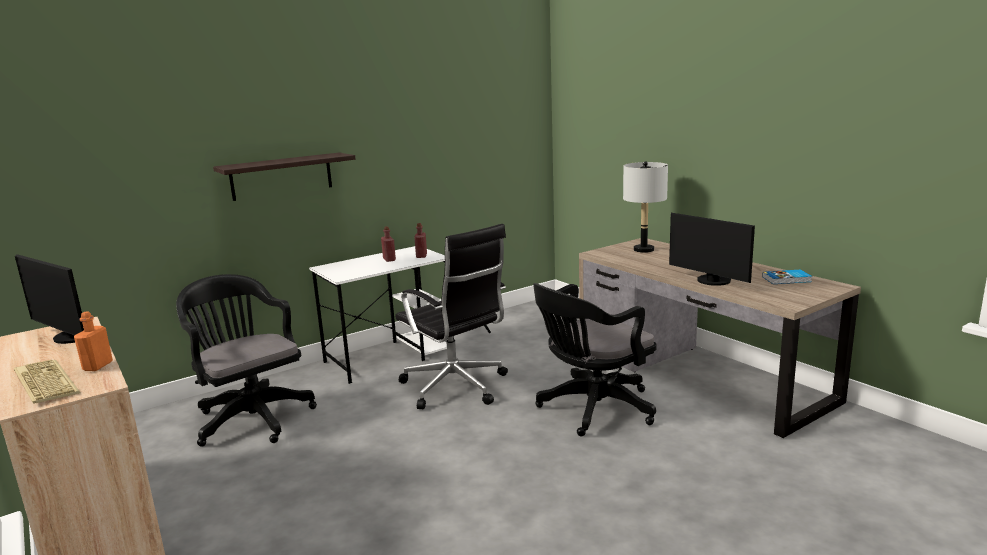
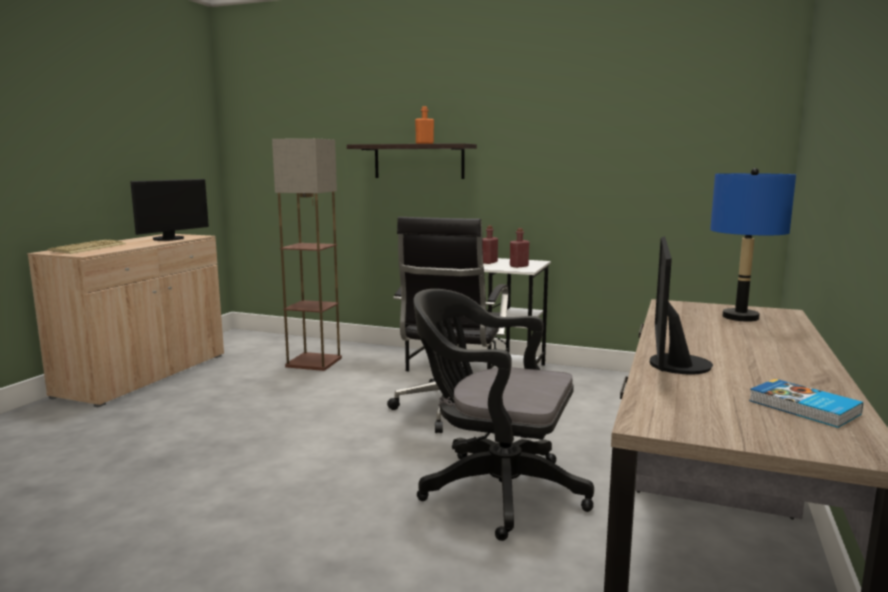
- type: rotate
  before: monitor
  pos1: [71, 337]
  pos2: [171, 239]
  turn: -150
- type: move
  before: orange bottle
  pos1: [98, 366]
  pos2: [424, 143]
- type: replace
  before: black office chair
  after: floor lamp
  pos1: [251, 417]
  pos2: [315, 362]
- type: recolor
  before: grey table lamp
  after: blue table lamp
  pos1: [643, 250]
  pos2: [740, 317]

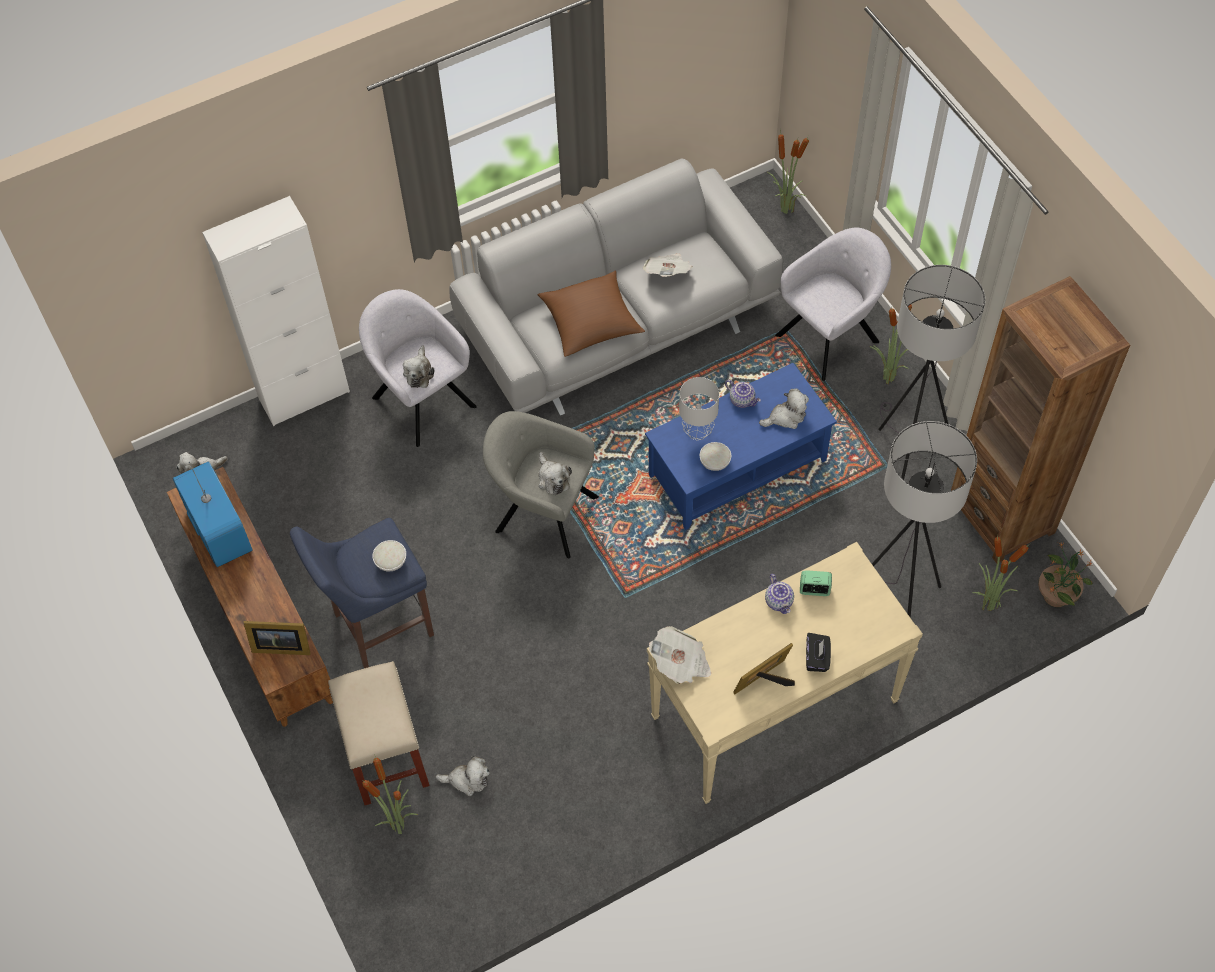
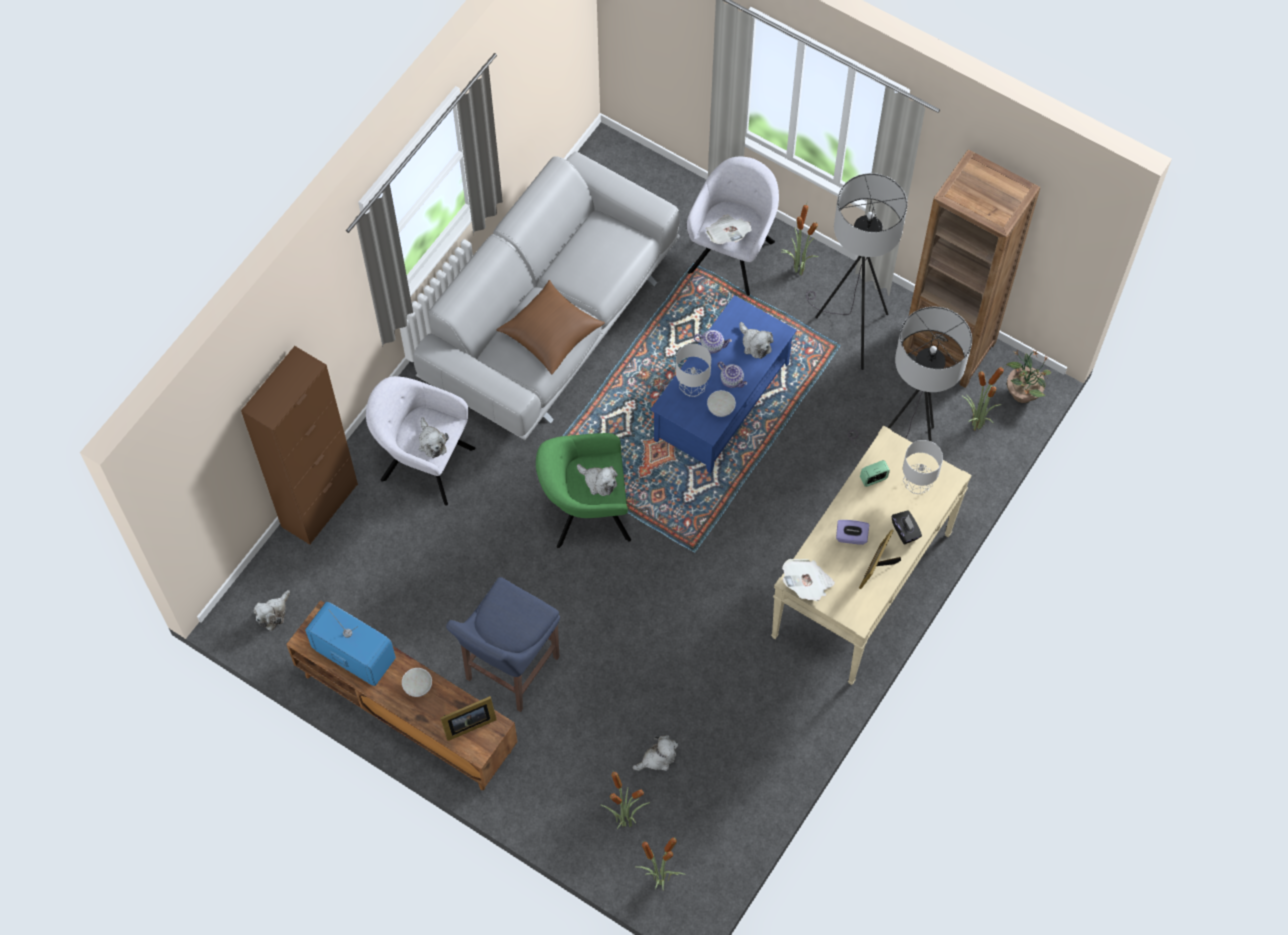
- type: recolor
  before: white cabinet
  after: brown cabinet
  pos1: [304, 395]
  pos2: [319, 505]
- type: delete
  before: beige stool
  pos1: [385, 754]
- type: move
  before: white bowl
  pos1: [391, 561]
  pos2: [417, 686]
- type: recolor
  before: grey armchair
  after: green armchair
  pos1: [542, 512]
  pos2: [586, 512]
- type: move
  before: newspaper
  pos1: [668, 273]
  pos2: [728, 235]
- type: rotate
  before: plush toy
  pos1: [786, 417]
  pos2: [755, 344]
  turn: 105
- type: move
  before: teapot
  pos1: [779, 601]
  pos2: [732, 380]
- type: move
  before: potted plant
  pos1: [785, 210]
  pos2: [660, 881]
- type: insert
  after: purple tissue box
  pos2: [851, 537]
- type: insert
  after: grey table lamp
  pos2: [917, 486]

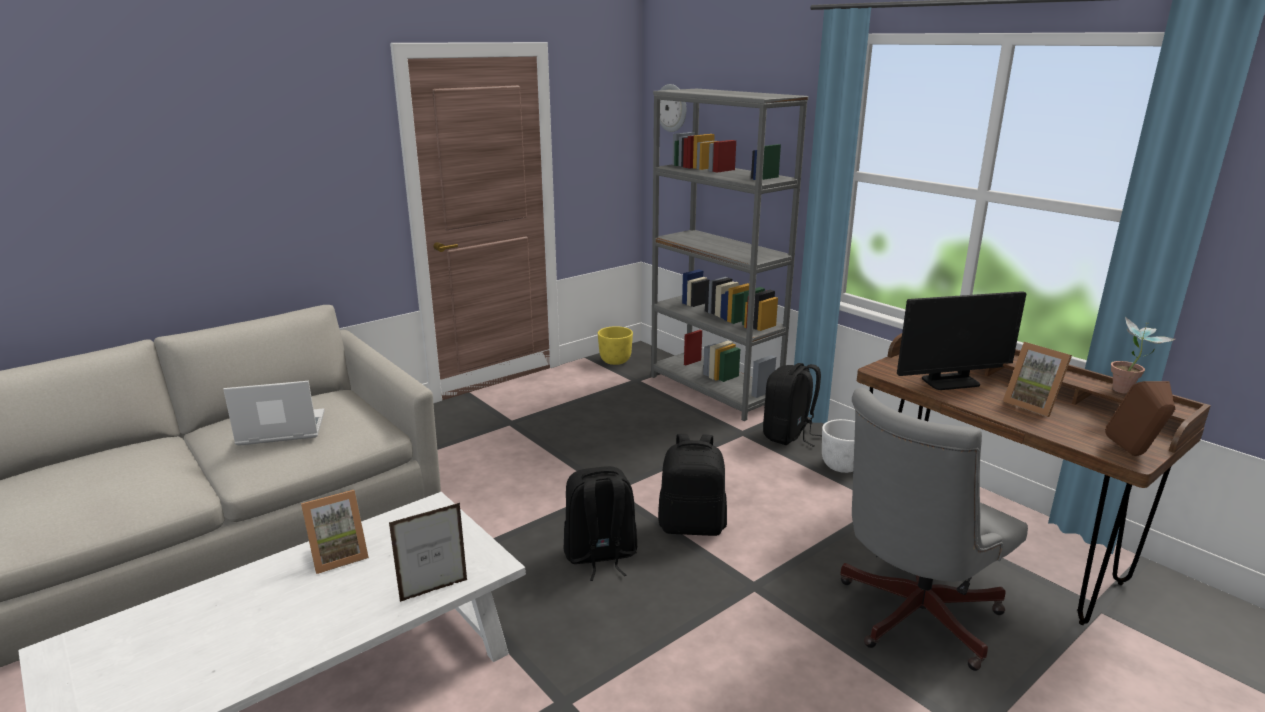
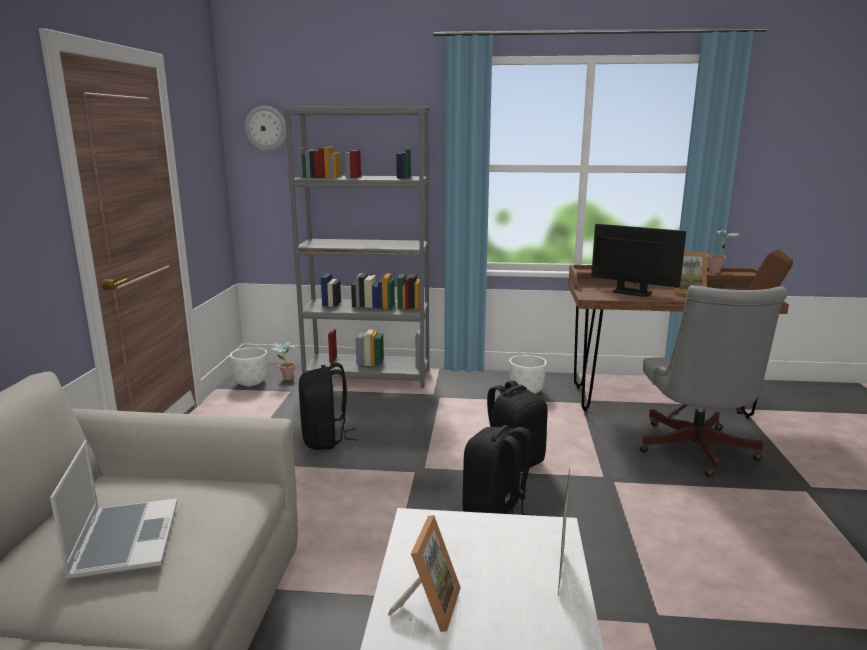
- type: rotate
  before: laptop
  pos1: [280, 430]
  pos2: [124, 539]
  turn: 135
- type: recolor
  before: yellow planter
  after: white planter
  pos1: [615, 361]
  pos2: [250, 382]
- type: move
  before: black backpack
  pos1: [789, 435]
  pos2: [325, 439]
- type: rotate
  before: monitor
  pos1: [950, 381]
  pos2: [632, 292]
  turn: -90
- type: insert
  after: potted plant
  pos2: [285, 379]

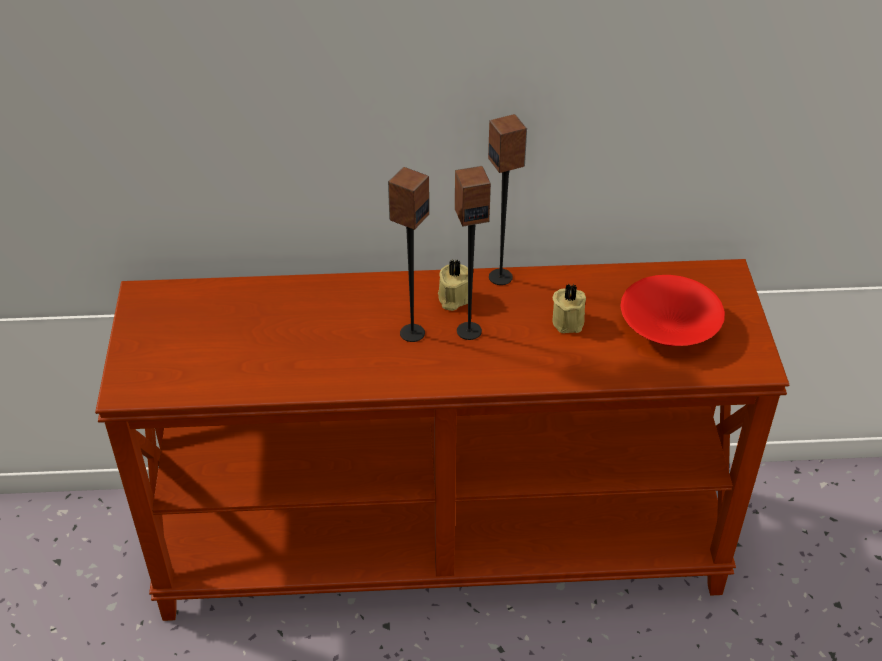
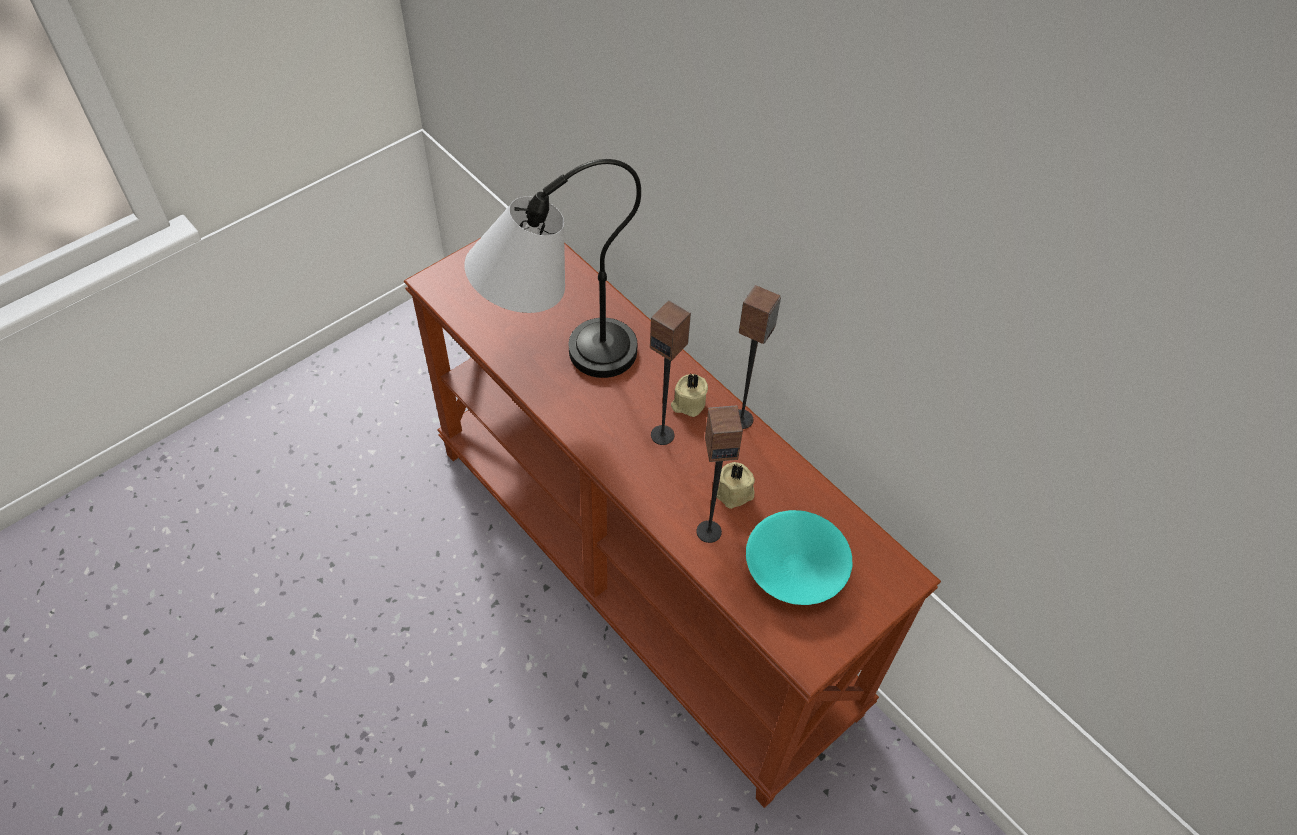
- type: move
  before: speaker
  pos1: [412, 333]
  pos2: [709, 531]
- type: recolor
  before: red bowl
  after: turquoise bowl
  pos1: [669, 327]
  pos2: [794, 569]
- type: insert
  after: table lamp
  pos2: [556, 359]

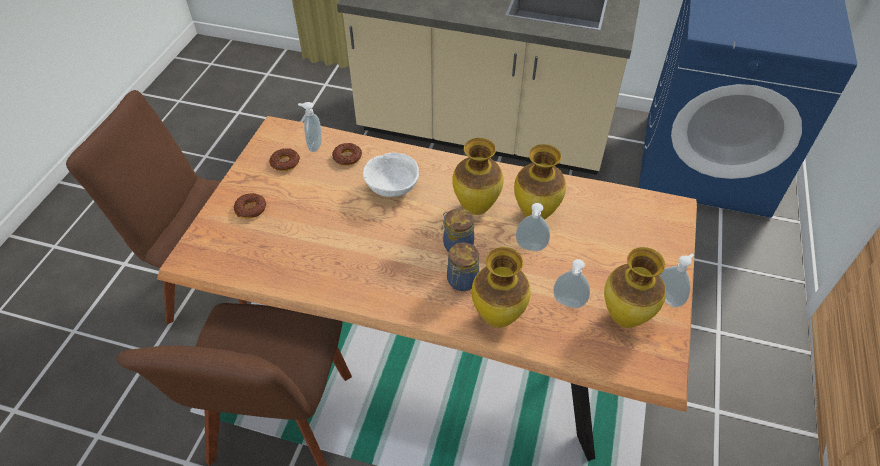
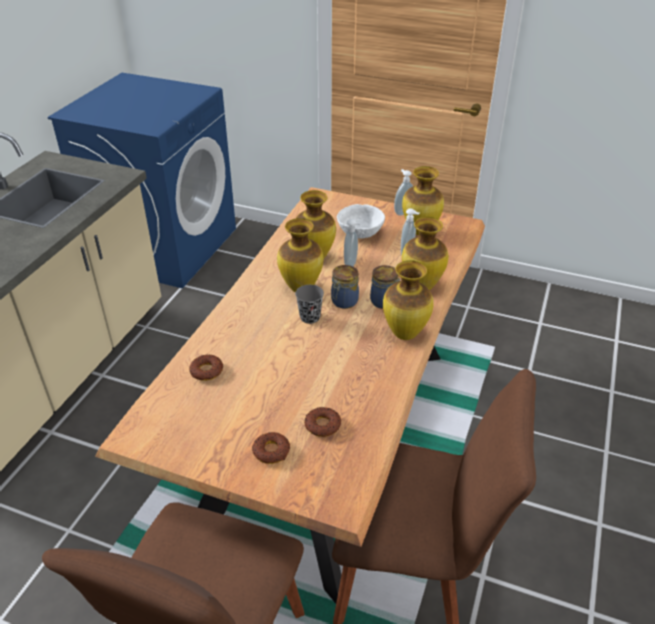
- type: move
  before: donut
  pos1: [285, 162]
  pos2: [322, 425]
- type: delete
  before: soap dispenser
  pos1: [314, 146]
- type: move
  before: white bowl
  pos1: [392, 189]
  pos2: [360, 234]
- type: insert
  after: grey cup
  pos2: [310, 317]
- type: insert
  after: vase
  pos2: [405, 334]

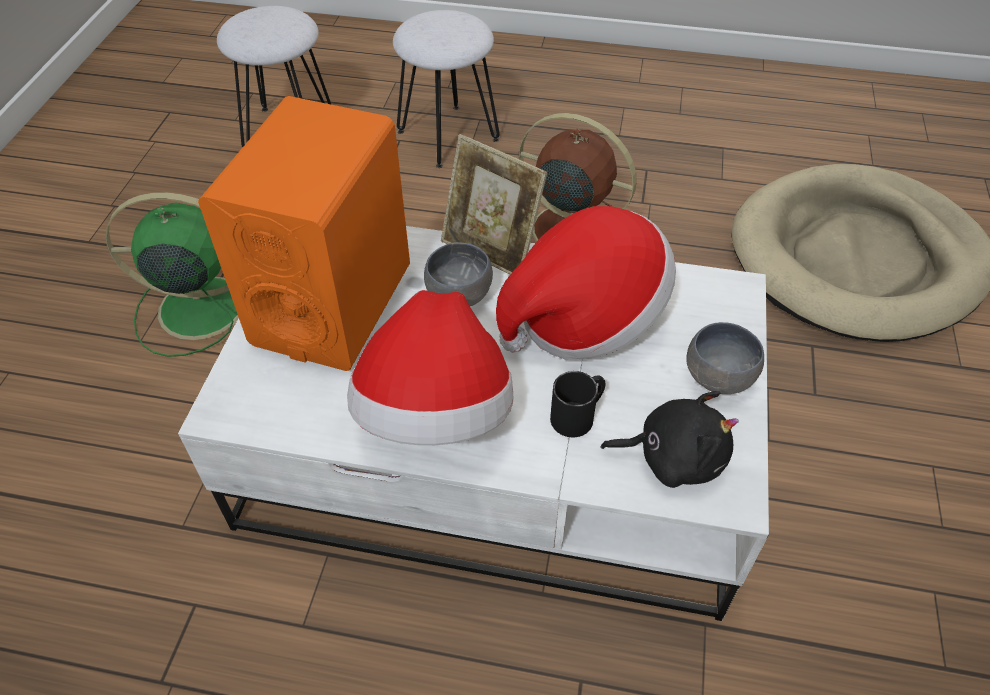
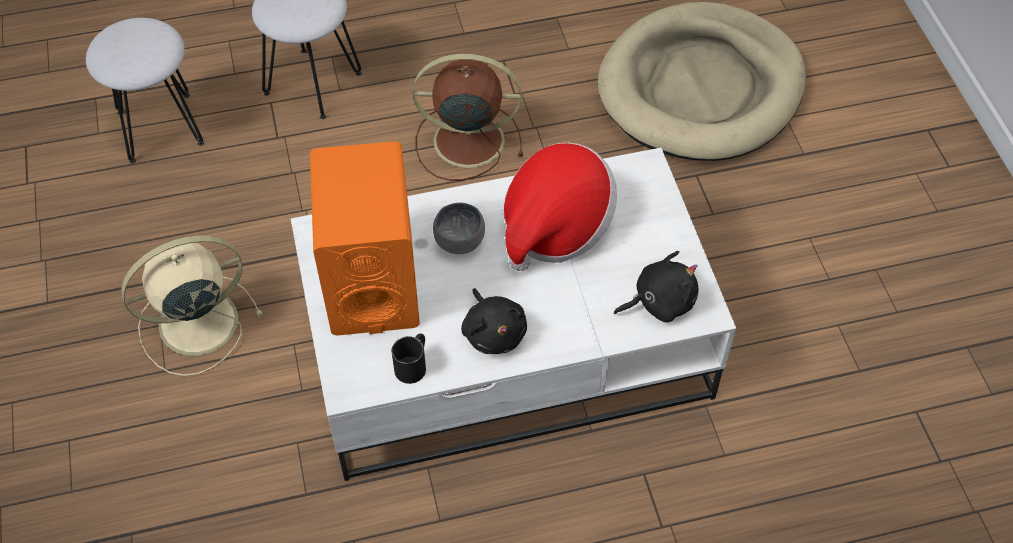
- type: recolor
  before: green fan
  after: beige fan
  pos1: [198, 308]
  pos2: [194, 324]
- type: replace
  before: hat
  after: black plush toy
  pos1: [435, 412]
  pos2: [494, 332]
- type: delete
  before: picture frame
  pos1: [491, 250]
- type: move
  before: black mug
  pos1: [578, 414]
  pos2: [413, 364]
- type: delete
  before: grey bowl
  pos1: [720, 377]

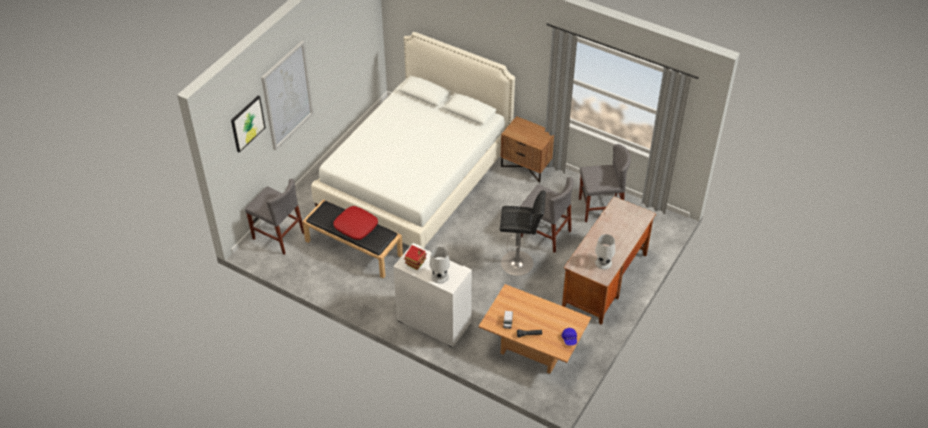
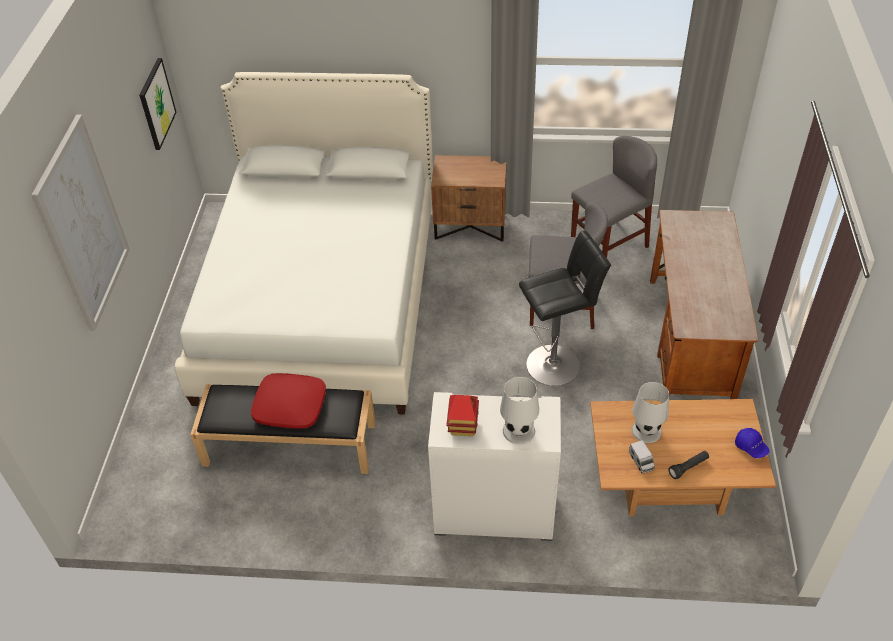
- type: move
  before: picture
  pos1: [247, 123]
  pos2: [156, 104]
- type: delete
  before: grey chair
  pos1: [278, 236]
- type: move
  before: white table lamp
  pos1: [603, 263]
  pos2: [646, 431]

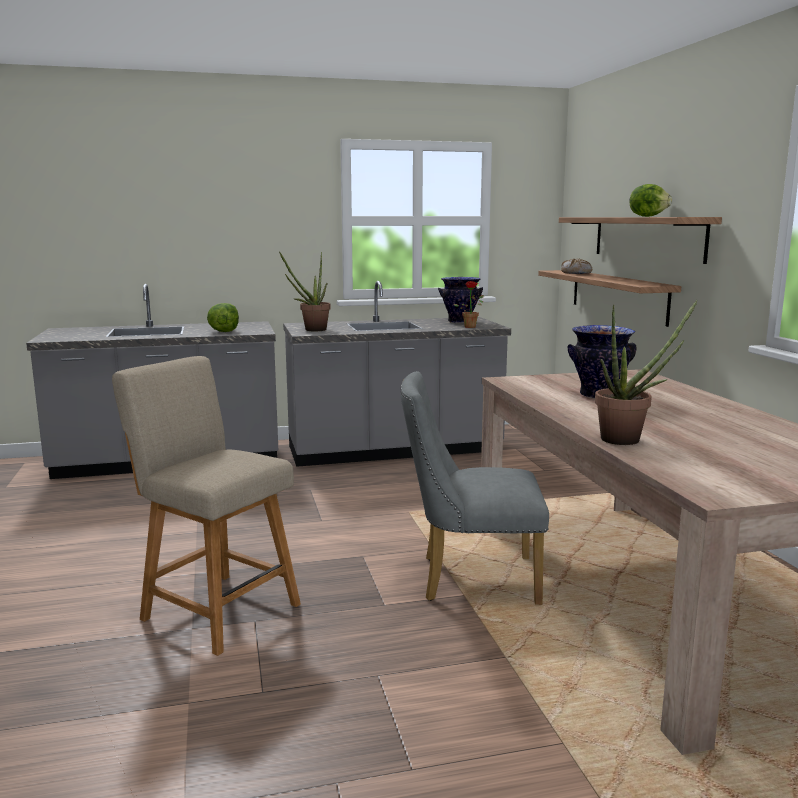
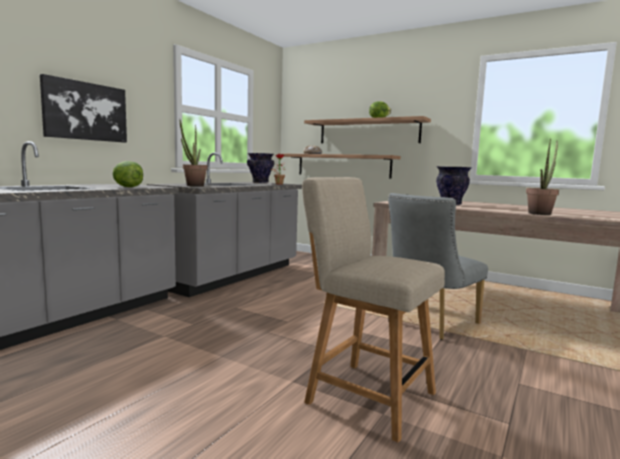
- type: rotate
  before: beige chair
  pos1: [216, 609]
  pos2: [365, 395]
  turn: 45
- type: insert
  after: picture
  pos2: [85, 111]

